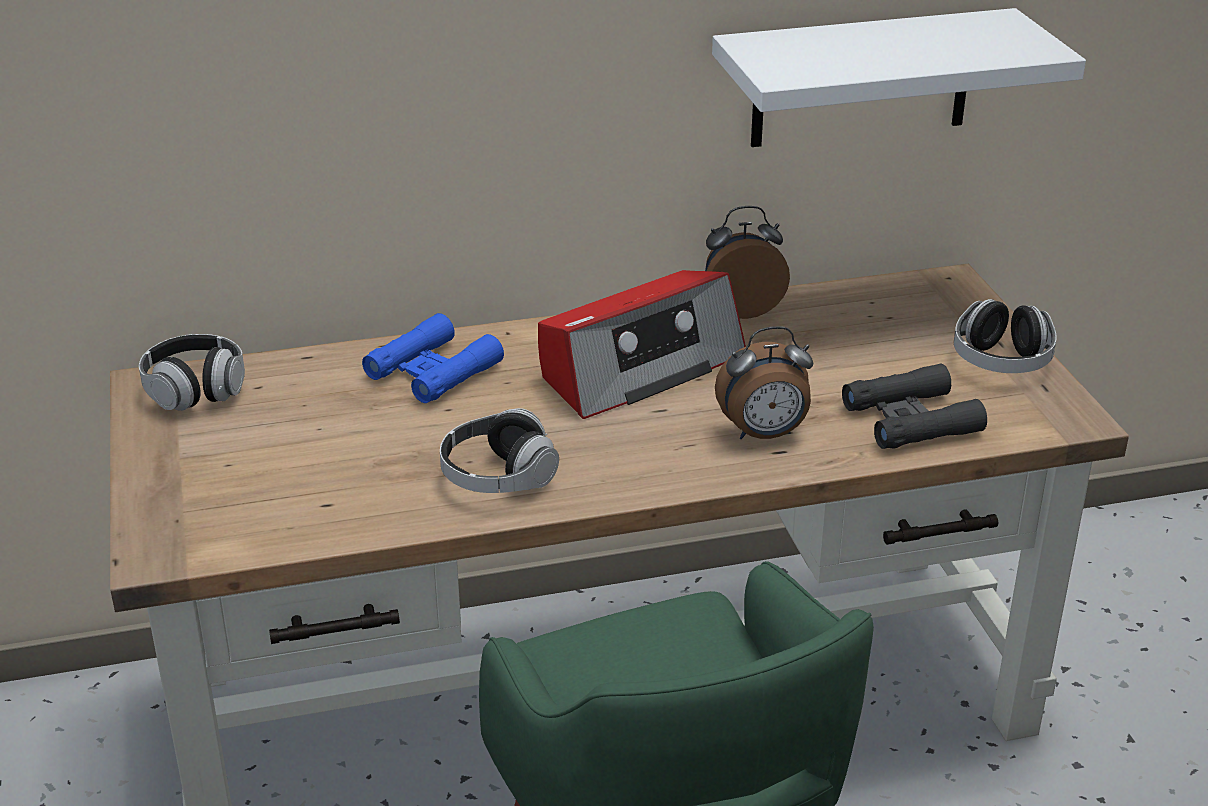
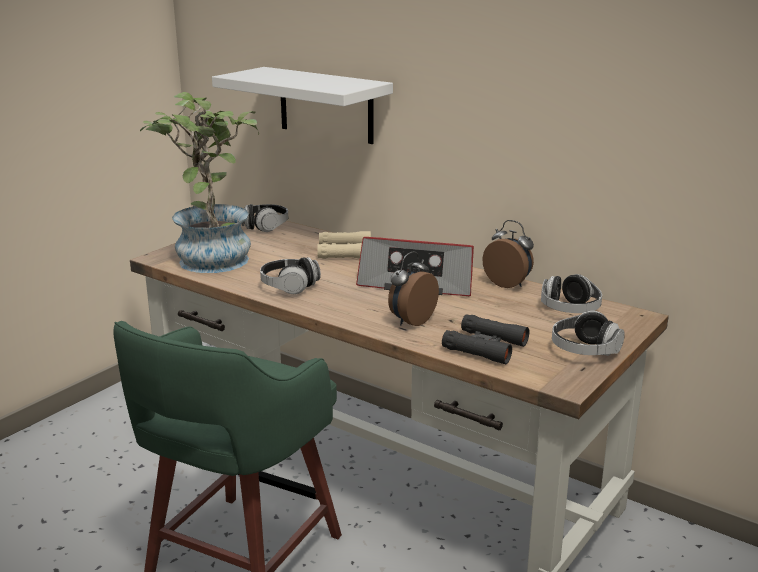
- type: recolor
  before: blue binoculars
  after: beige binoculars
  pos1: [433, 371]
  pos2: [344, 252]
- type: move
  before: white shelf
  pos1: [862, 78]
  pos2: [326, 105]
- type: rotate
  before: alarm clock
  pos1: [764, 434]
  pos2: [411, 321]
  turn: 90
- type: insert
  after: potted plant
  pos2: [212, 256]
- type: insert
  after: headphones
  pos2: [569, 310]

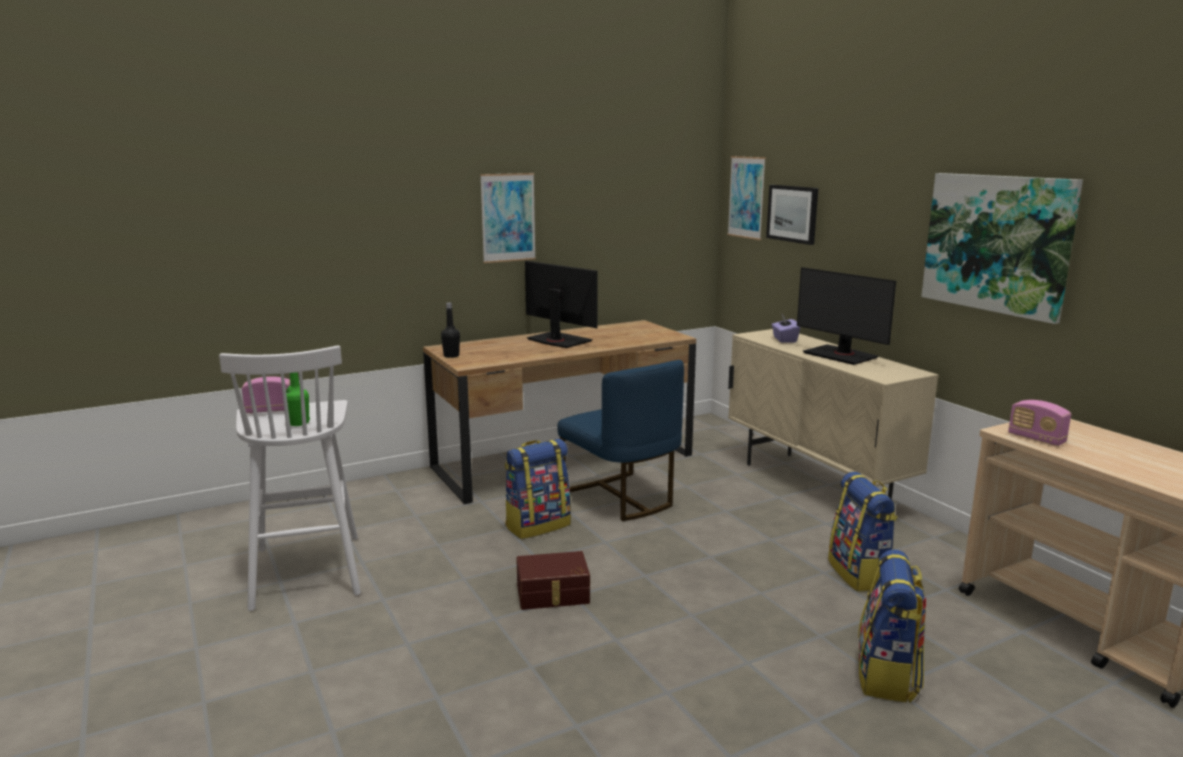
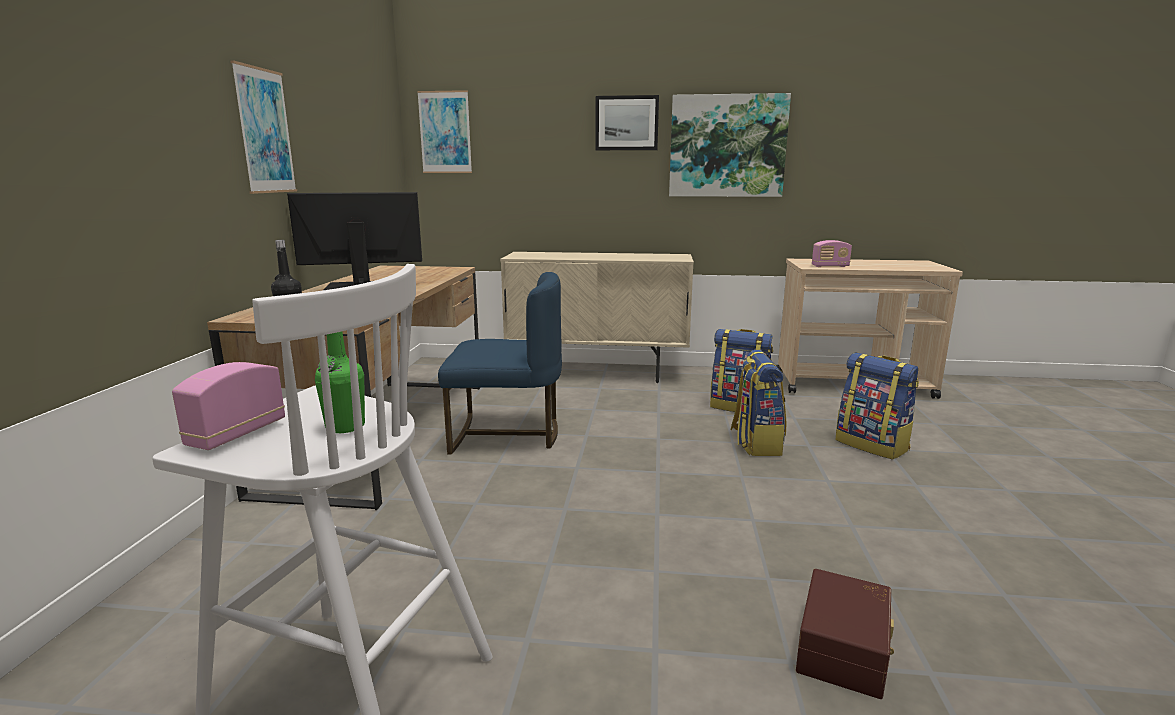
- type: move
  before: backpack
  pos1: [538, 525]
  pos2: [755, 443]
- type: move
  before: brown storage box
  pos1: [553, 594]
  pos2: [845, 649]
- type: move
  before: picture
  pos1: [793, 213]
  pos2: [626, 123]
- type: delete
  before: purple tissue box
  pos1: [784, 339]
- type: delete
  before: monitor
  pos1: [841, 355]

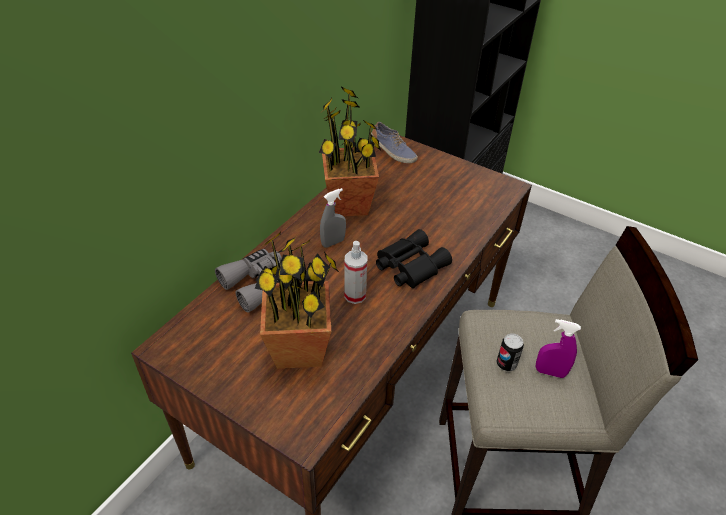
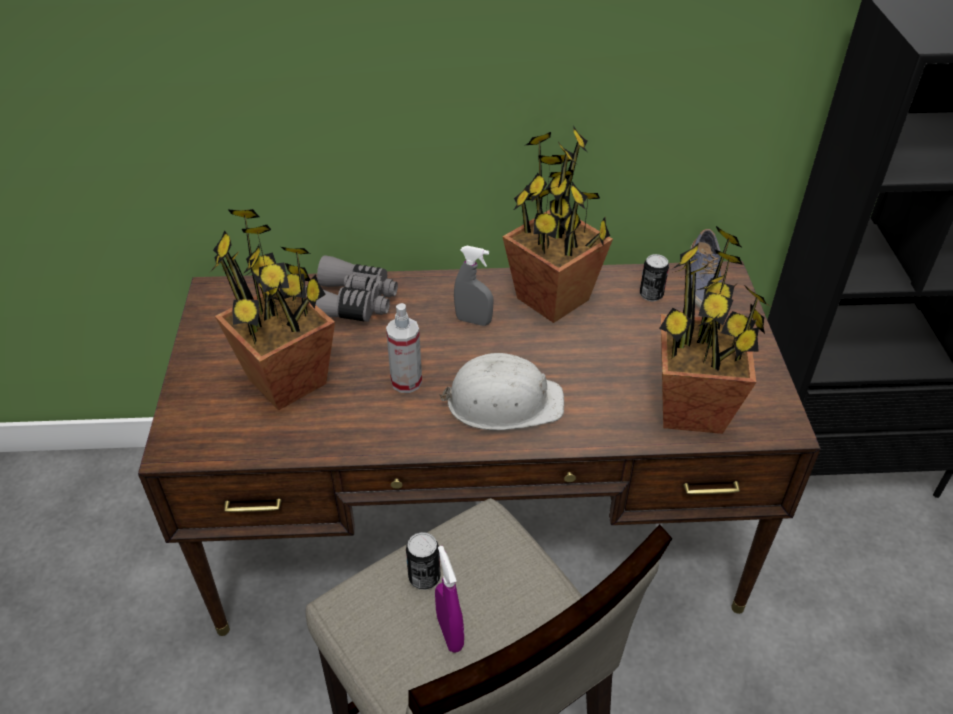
- type: replace
  before: black binoculars
  after: white hard hat
  pos1: [409, 265]
  pos2: [503, 401]
- type: insert
  after: can
  pos2: [651, 295]
- type: insert
  after: potted plant
  pos2: [692, 409]

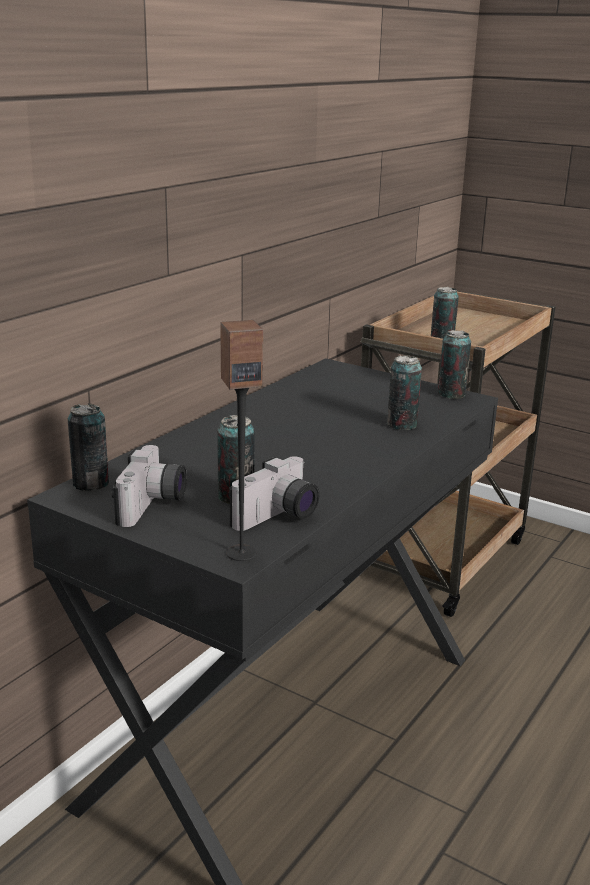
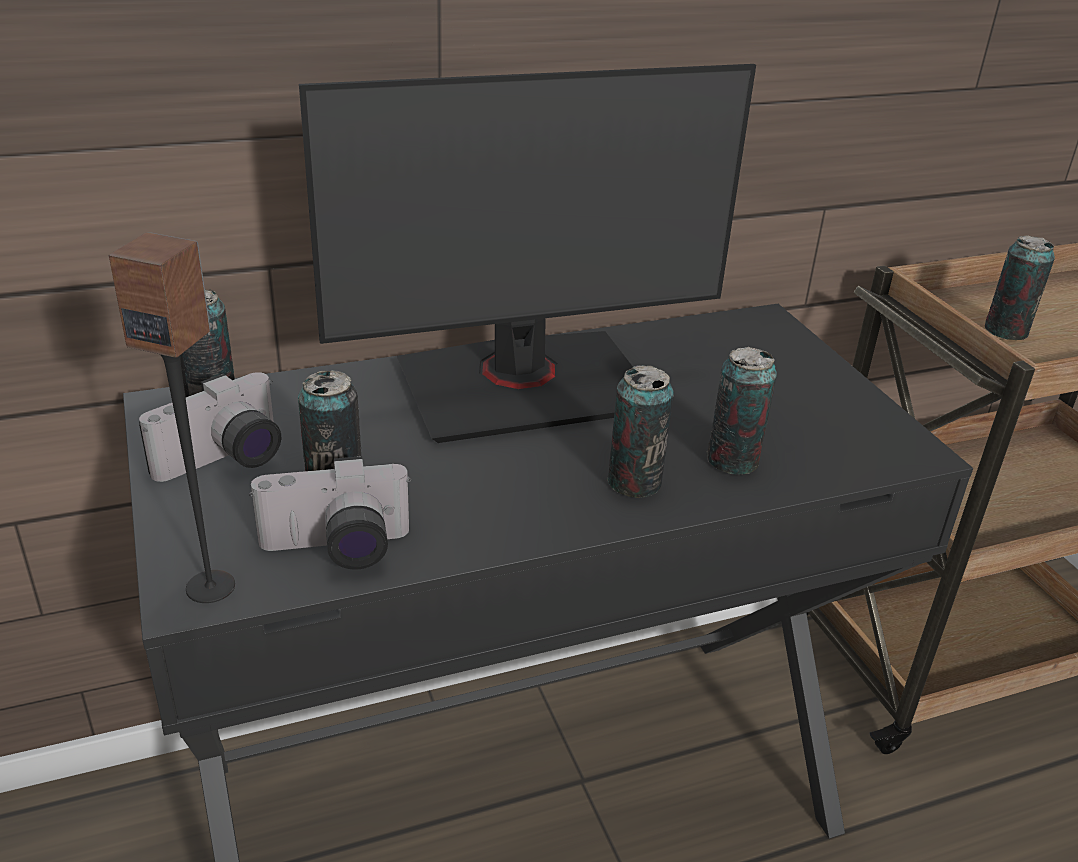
- type: move
  before: can
  pos1: [451, 394]
  pos2: [634, 482]
- type: insert
  after: monitor
  pos2: [524, 385]

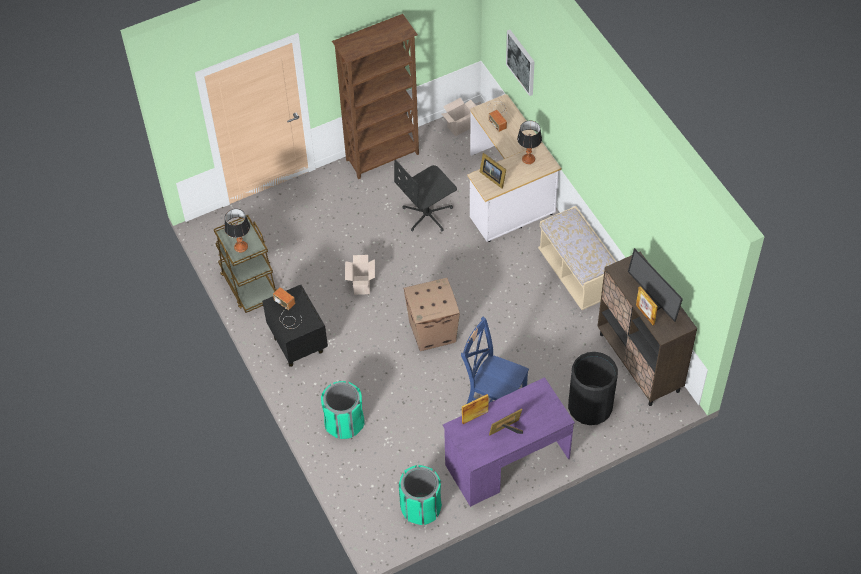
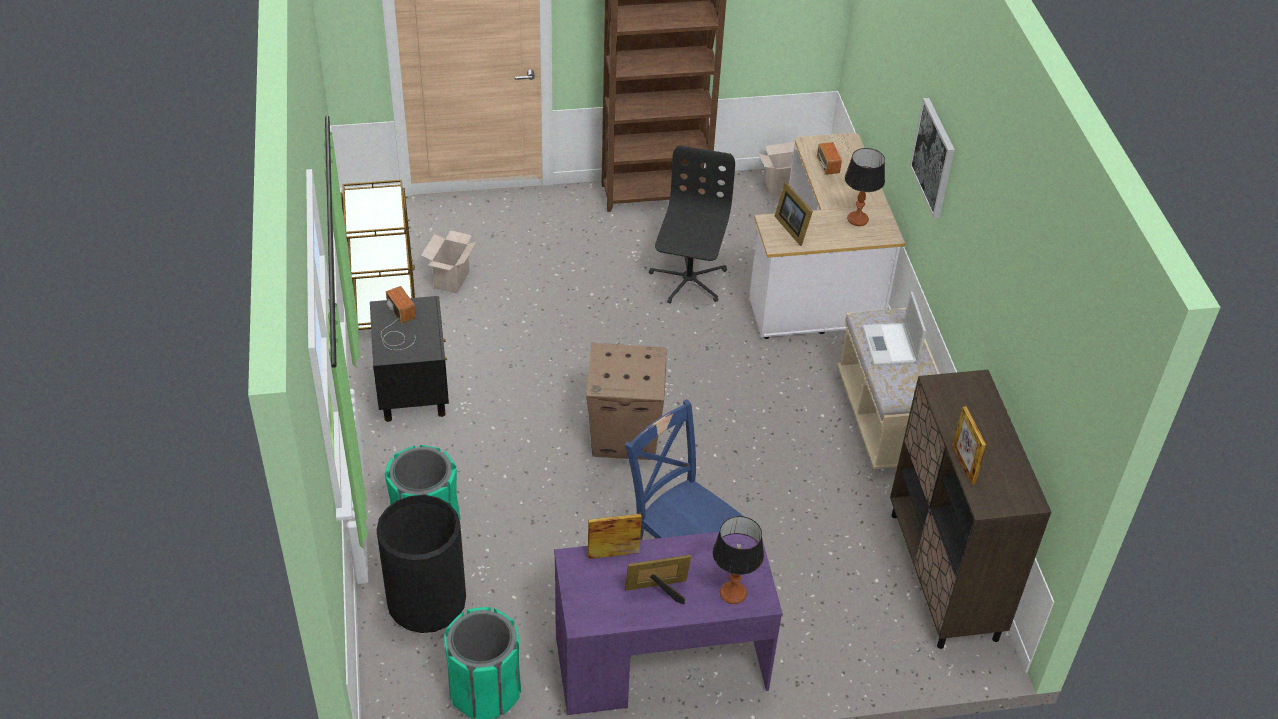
- type: move
  before: table lamp
  pos1: [241, 247]
  pos2: [733, 593]
- type: move
  before: cardboard box
  pos1: [361, 284]
  pos2: [451, 279]
- type: rotate
  before: black office chair
  pos1: [428, 214]
  pos2: [688, 280]
  turn: 120
- type: move
  before: picture
  pos1: [521, 62]
  pos2: [934, 157]
- type: move
  before: black trash can
  pos1: [590, 407]
  pos2: [426, 602]
- type: delete
  before: monitor
  pos1: [655, 298]
- type: insert
  after: laptop
  pos2: [890, 345]

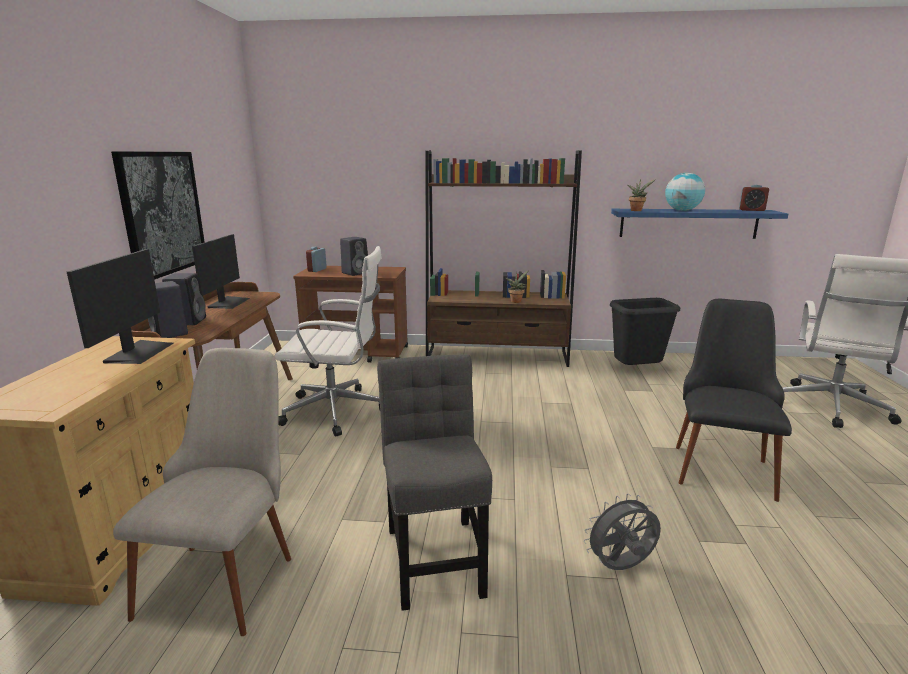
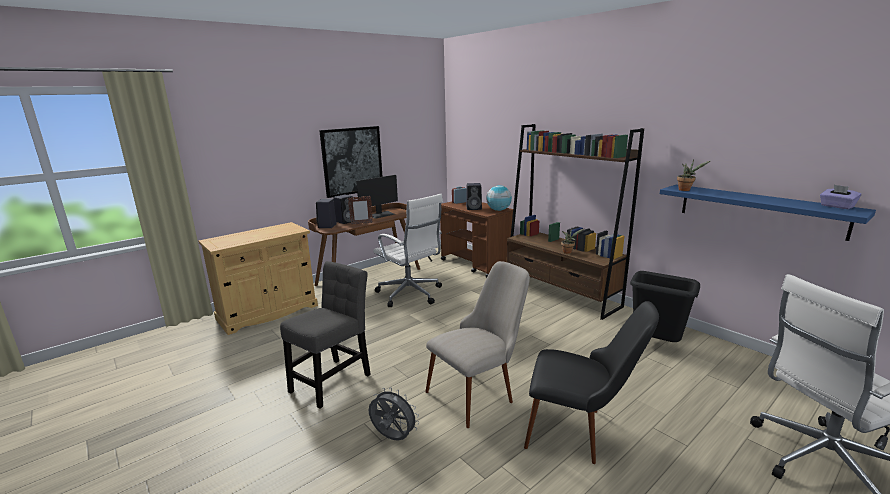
- type: delete
  before: monitor
  pos1: [139, 352]
- type: move
  before: beige chair
  pos1: [229, 569]
  pos2: [479, 391]
- type: move
  before: globe
  pos1: [682, 210]
  pos2: [498, 210]
- type: rotate
  before: black chair
  pos1: [721, 462]
  pos2: [579, 432]
  turn: 45
- type: replace
  before: alarm clock
  after: purple tissue box
  pos1: [751, 210]
  pos2: [836, 206]
- type: insert
  after: picture frame
  pos2: [361, 223]

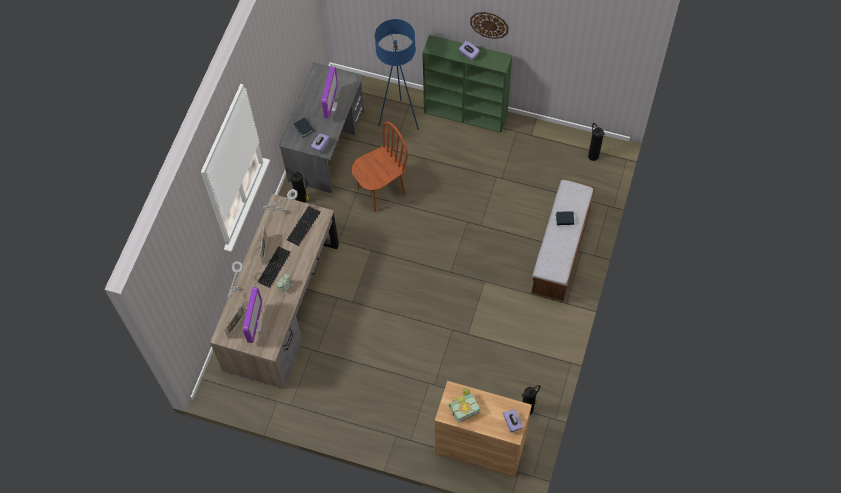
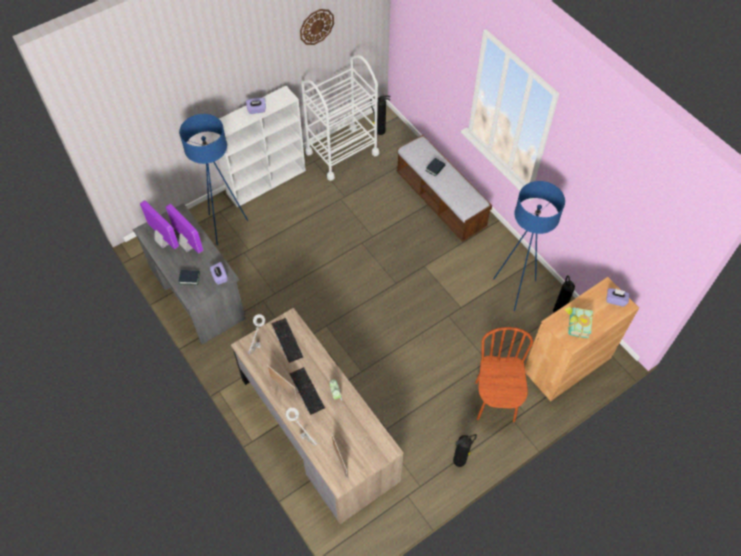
- type: move
  before: monitor
  pos1: [255, 325]
  pos2: [164, 241]
- type: move
  before: fire extinguisher
  pos1: [302, 200]
  pos2: [460, 460]
- type: move
  before: brown chair
  pos1: [381, 191]
  pos2: [495, 401]
- type: recolor
  before: green bookcase
  after: white bookcase
  pos1: [466, 114]
  pos2: [267, 181]
- type: move
  before: wall clock
  pos1: [489, 24]
  pos2: [316, 26]
- type: insert
  after: white cart
  pos2: [342, 153]
- type: insert
  after: blue floor lamp
  pos2: [515, 289]

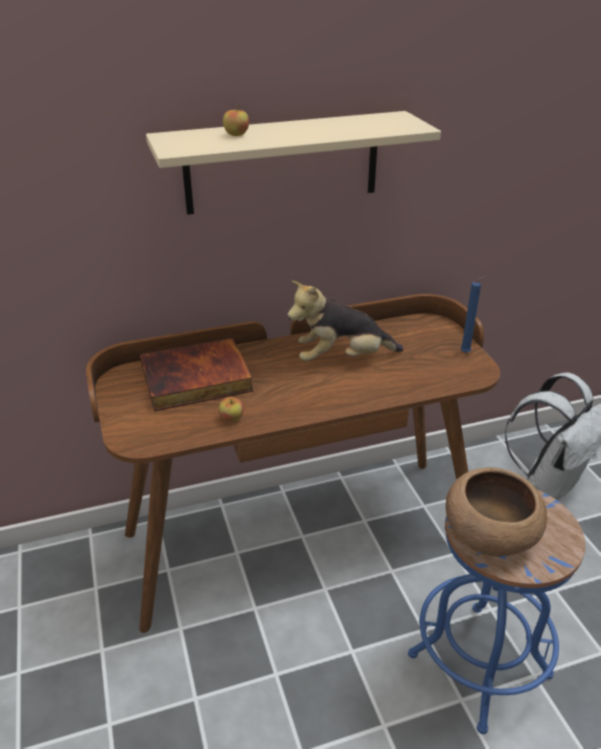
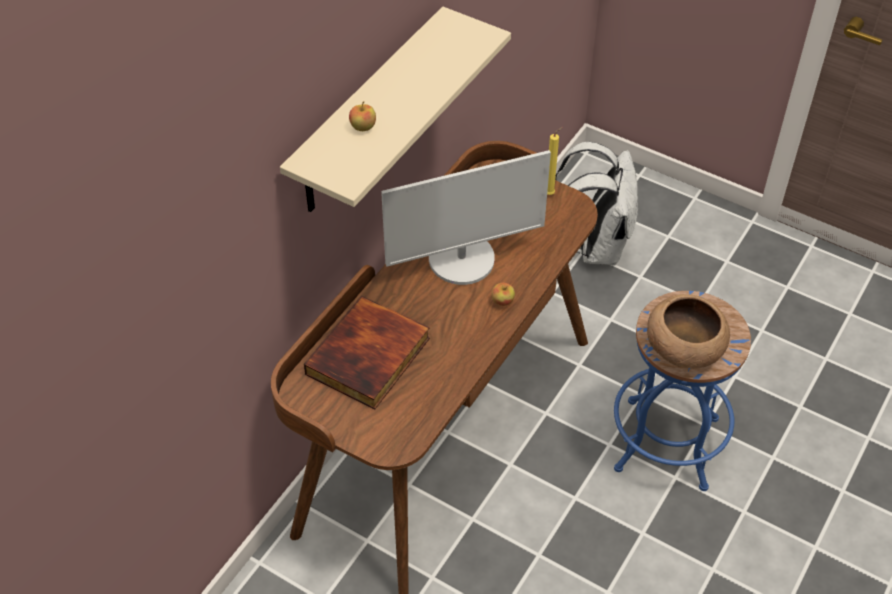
- type: move
  before: apple
  pos1: [232, 418]
  pos2: [502, 301]
- type: replace
  before: plush toy
  after: monitor
  pos1: [342, 359]
  pos2: [462, 259]
- type: recolor
  before: blue candle
  after: yellow candle
  pos1: [467, 353]
  pos2: [551, 193]

